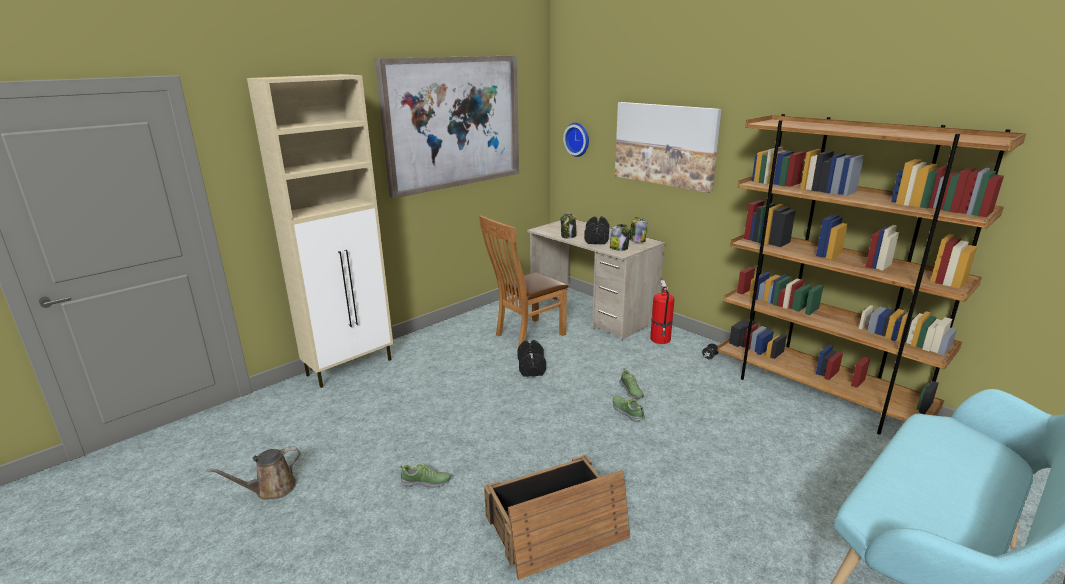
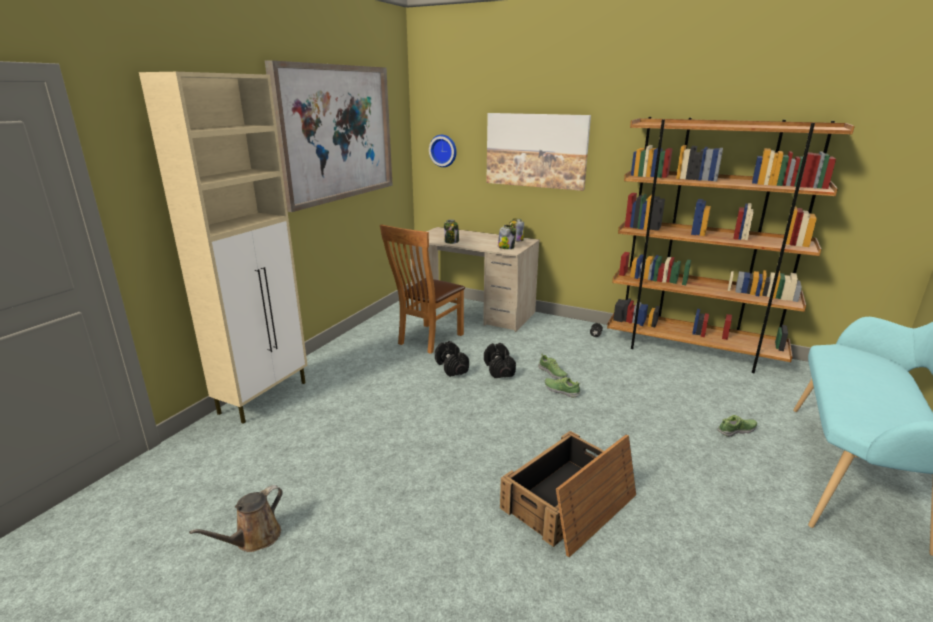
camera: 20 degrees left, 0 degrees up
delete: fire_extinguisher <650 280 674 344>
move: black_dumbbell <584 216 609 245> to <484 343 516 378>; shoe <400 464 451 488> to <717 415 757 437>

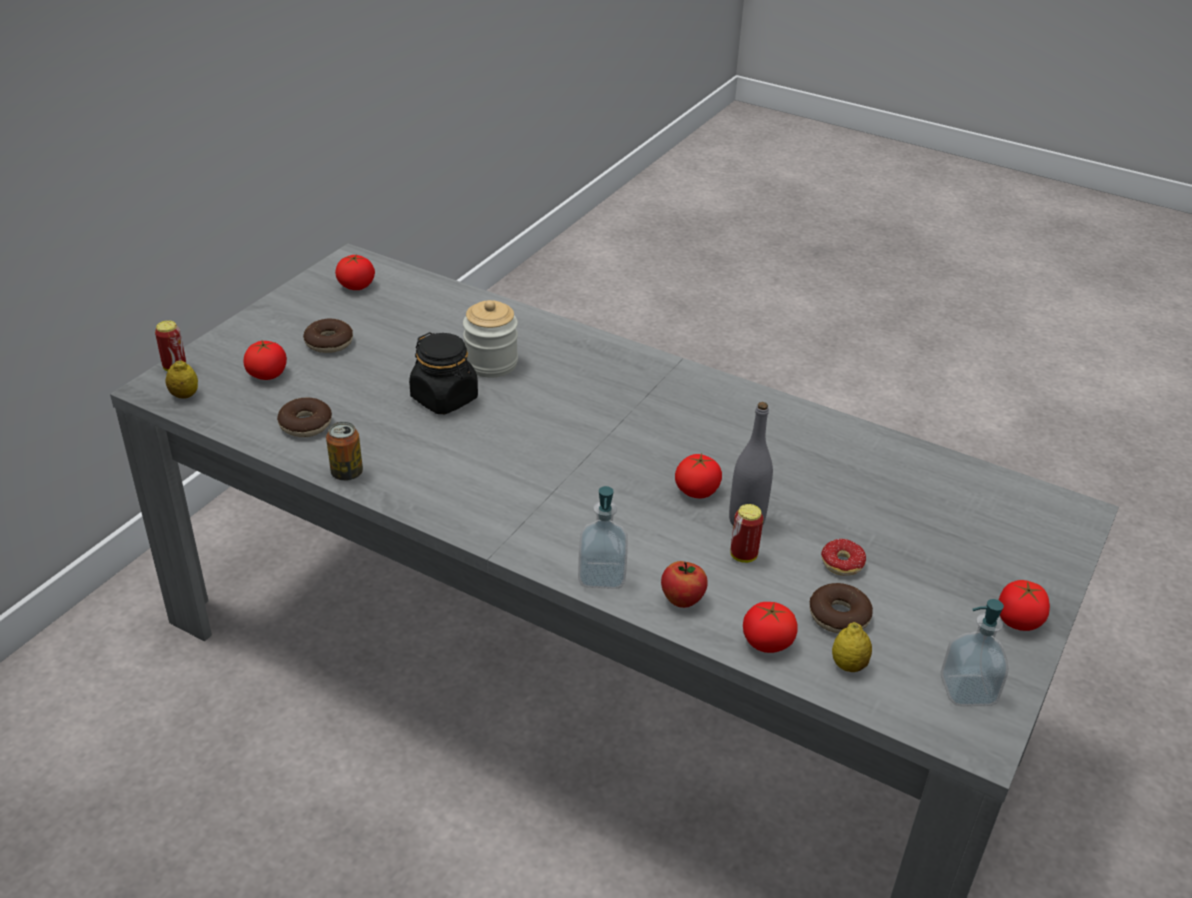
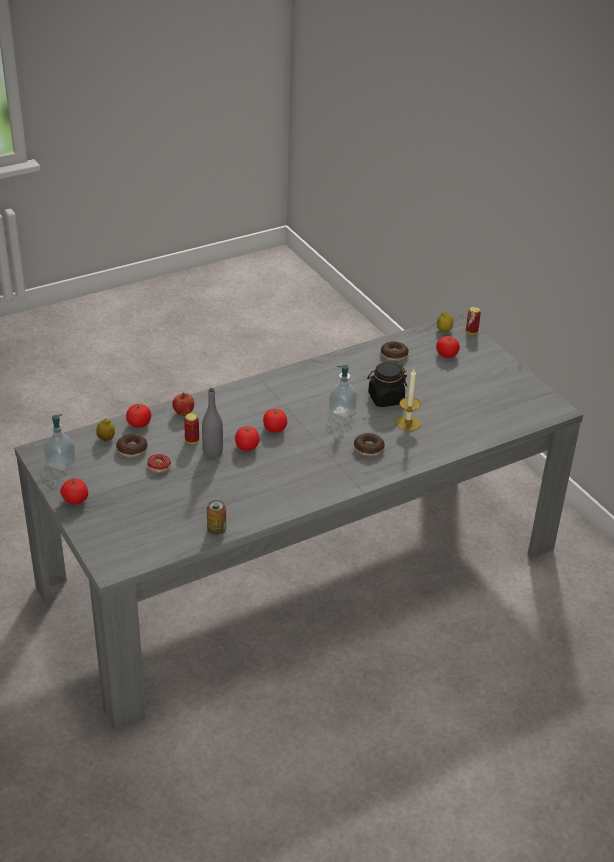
camera: 120 degrees right, 0 degrees up
move: can <326 422 363 481> to <207 500 226 535>; tomato <335 254 375 290> to <263 409 287 433>; soap_dispenser <578 486 628 589> to <329 365 357 418>; donut <303 318 353 353> to <354 433 385 456>
replace: jar <463 300 518 378> to candle <396 369 421 431>

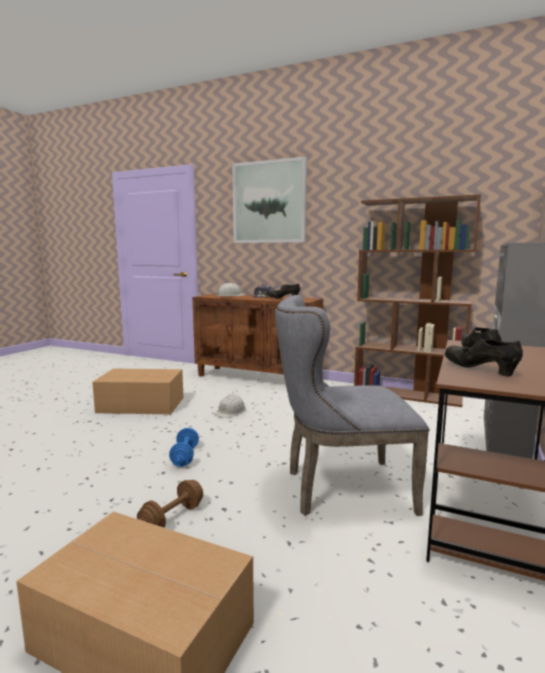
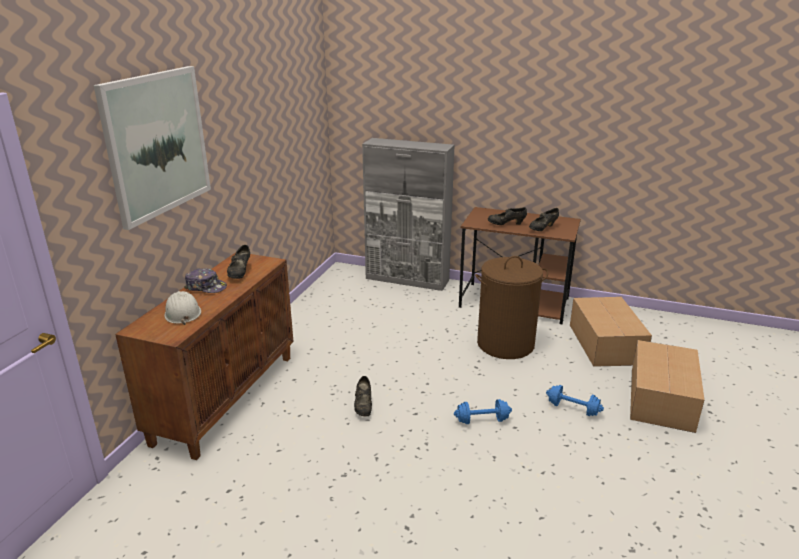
camera: 95 degrees left, 15 degrees up
delete: brown_bookcase <354 194 481 407>
move: cardboard_box <92 369 184 414> to <570 297 652 367>
replace: white_hard_hat <214 394 246 418> to black_shoe <354 376 372 417>; grey_chair <275 295 429 516> to brown_laundry_basket <475 256 548 359>
recolor: brown_dumbbell <137 480 203 528> to blue_dumbbell <546 385 604 416>

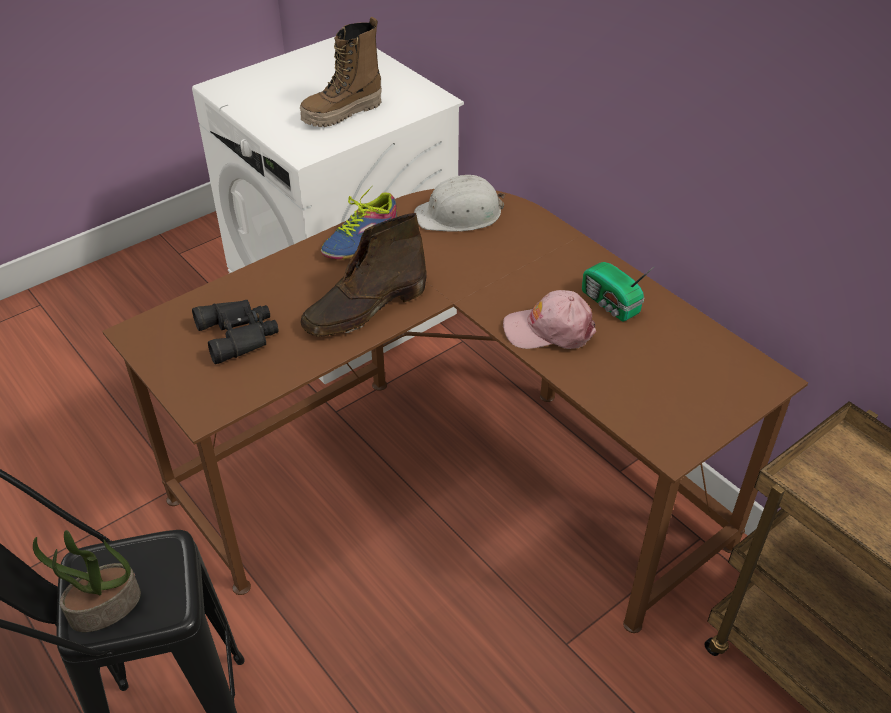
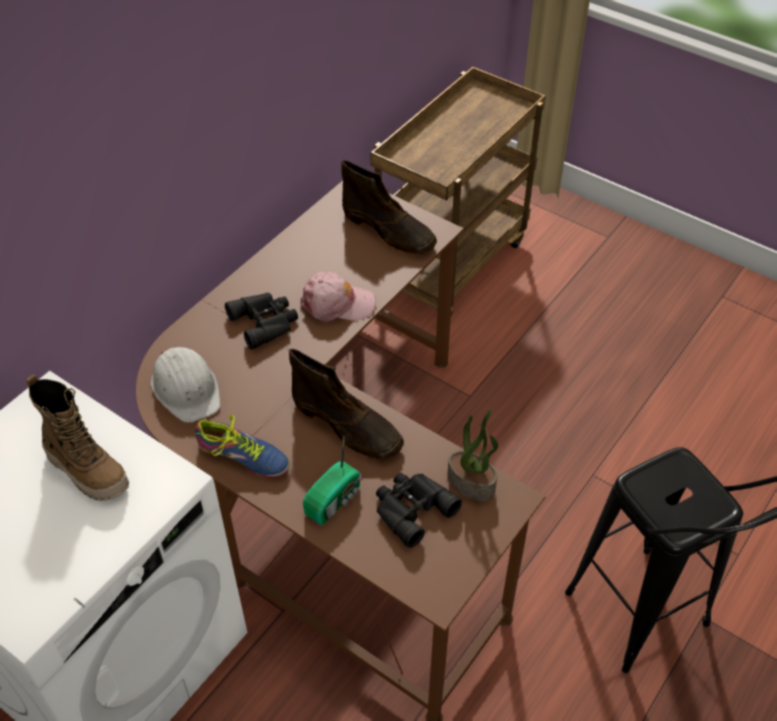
camera: 105 degrees left, 5 degrees up
insert: black_binoculars <225 293 298 350>; brown_boot <341 160 437 254>
move: radio <582 262 654 321> to <303 437 361 525>; potted_plant <33 530 141 632> to <447 409 498 501>
rotate: pink_cap <503 290 596 349> = <300 272 376 322> 75 degrees counterclockwise

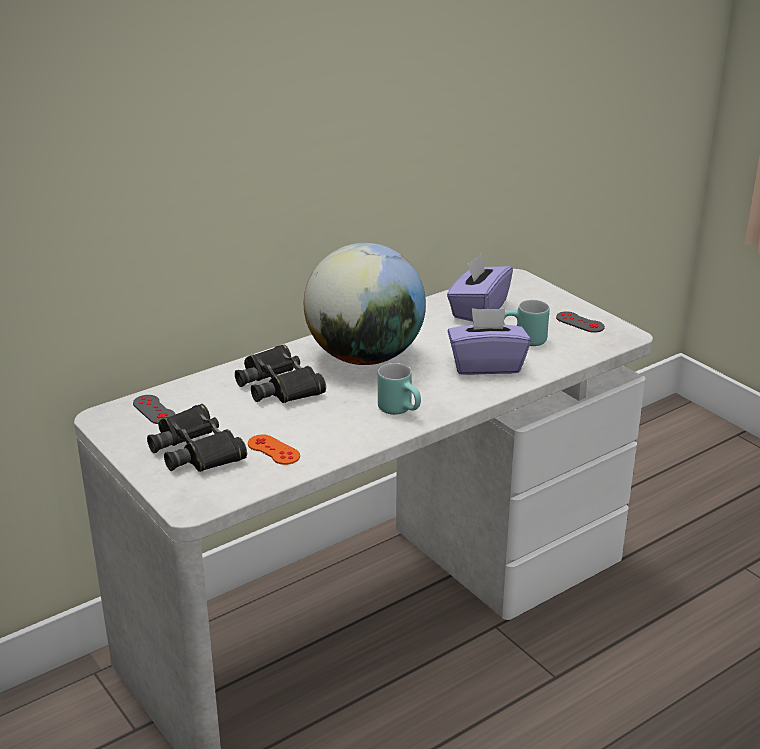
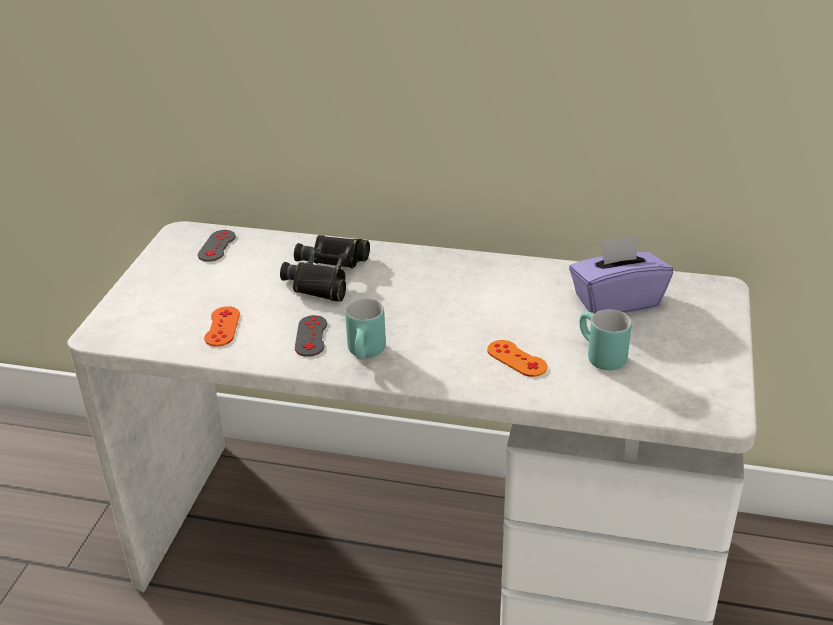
camera: 50 degrees right, 5 degrees up
delete: black_binoculars <147 404 247 472>; globe <304 243 426 365>
move: grey_game_controller <556 312 605 333> to <295 315 327 357>
replace: purple_tissue_box <448 308 531 375> to orange_game_controller <487 340 547 377>

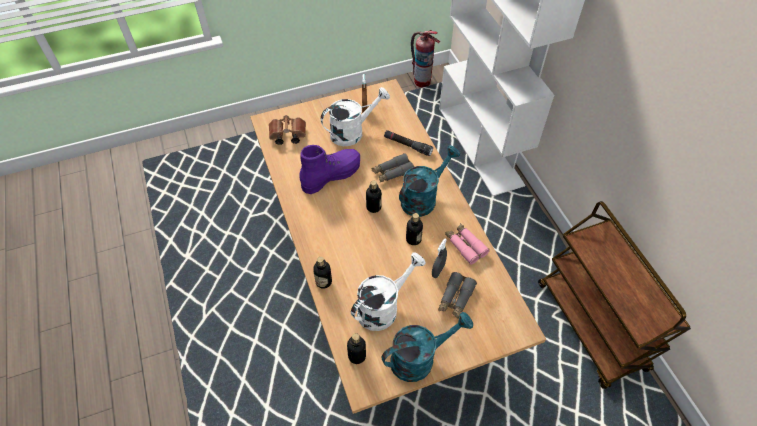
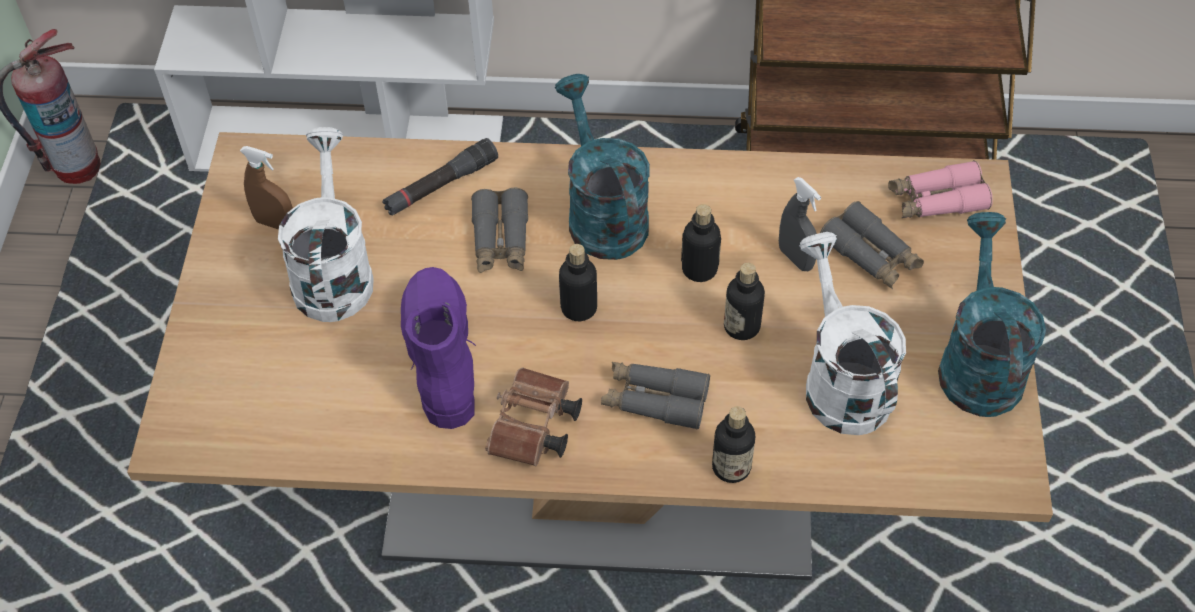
camera: 65 degrees left, 0 degrees up
insert: grey_binoculars <601 362 710 430>
move: brown_binoculars <269 115 306 145> to <485 367 582 466>; bottle <347 333 366 364> to <724 263 765 340>; pink_binoculars <445 223 490 265> to <888 160 993 218>

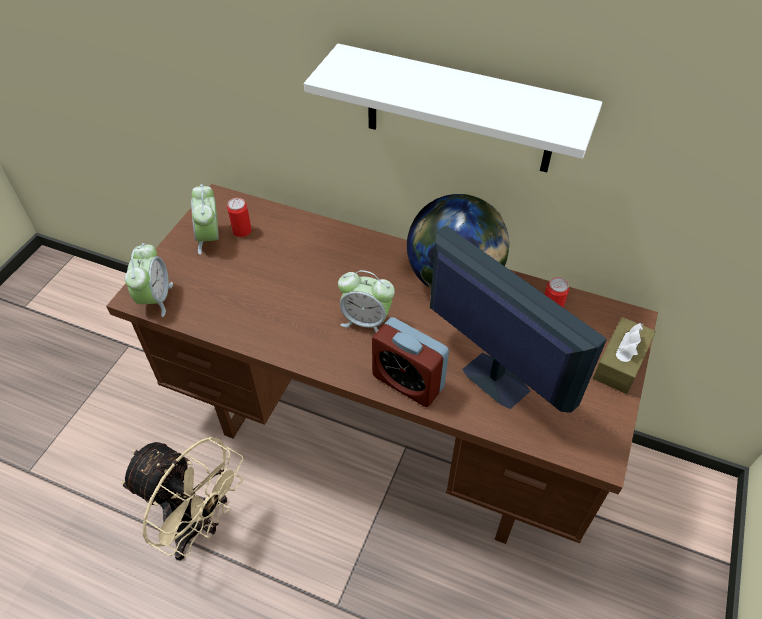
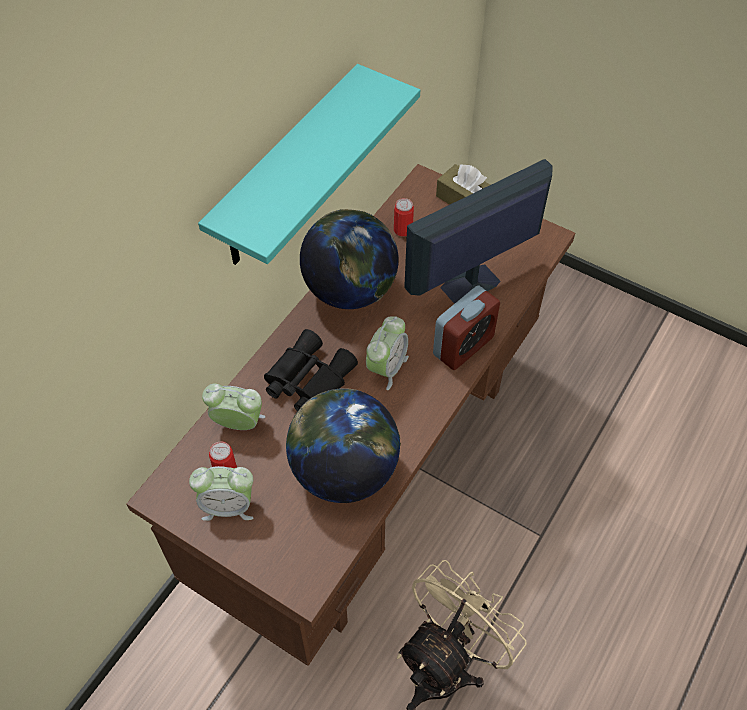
camera: 80 degrees left, 5 degrees up
insert: black_binoculars <264 329 358 411>; globe <286 388 401 503>
move: alarm_clock <125 243 173 317> to <202 383 265 430>
recolor: white_shelf <304 44 602 172> to turquoise_shelf <198 64 420 265>

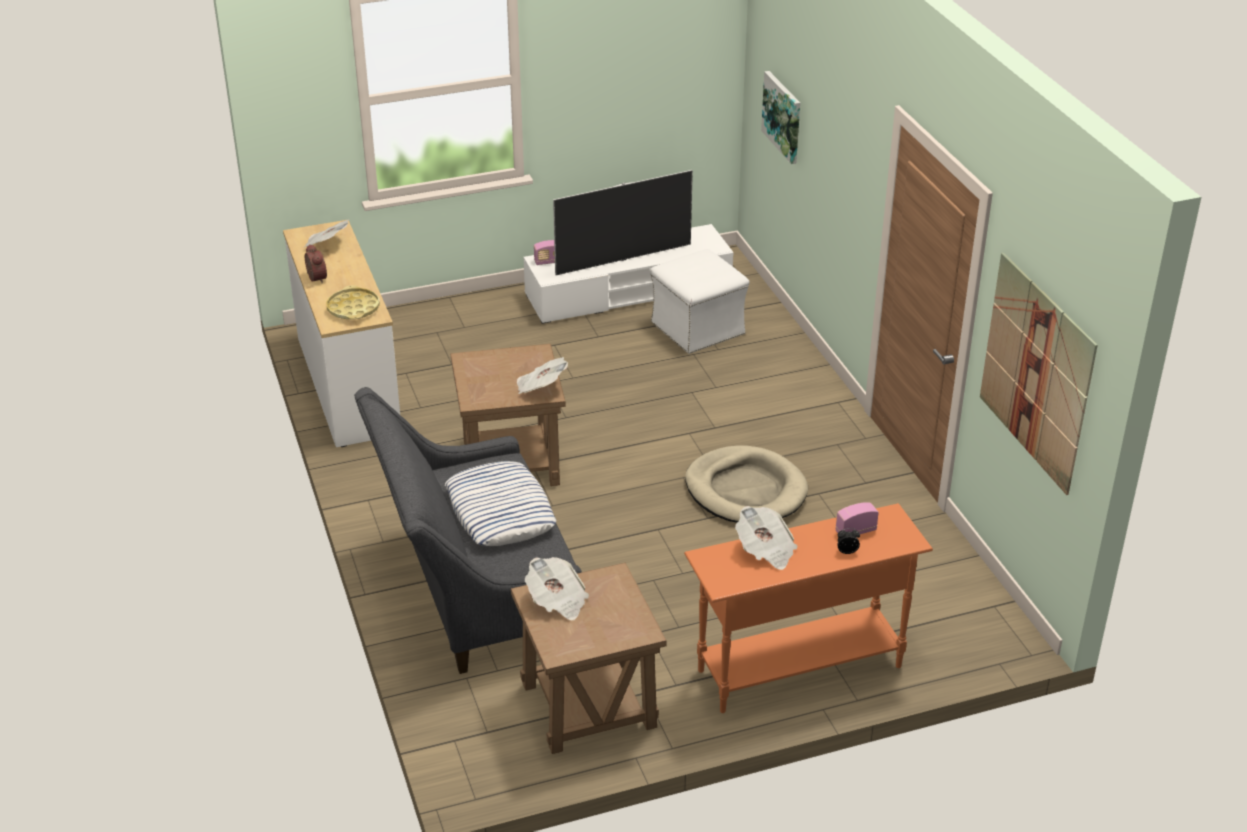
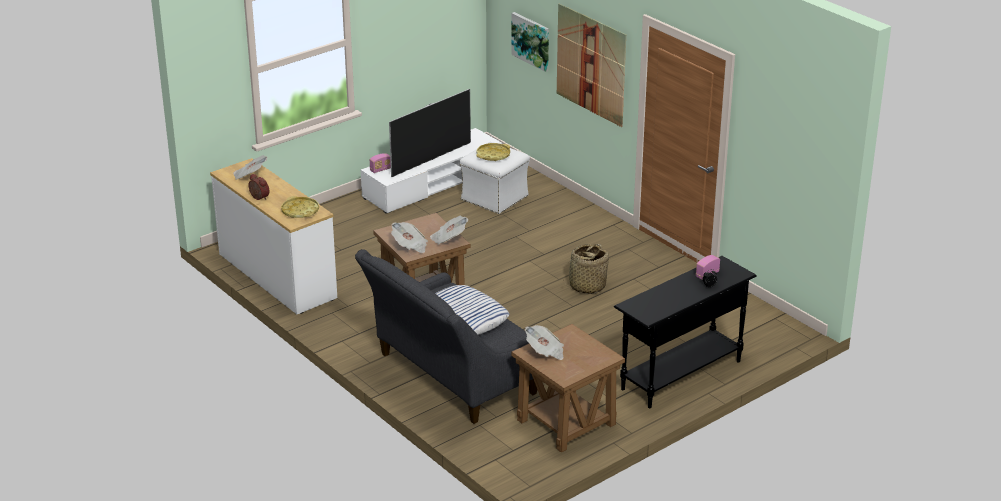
camera: 20 degrees left, 5 degrees down
insert: yellow_tray <476 143 510 161>
move: newspaper <735 506 798 570> to <391 222 428 253>; picture <980 253 1098 495> to <557 4 626 127>
replace: beige_dog_bed <685 445 808 523> to basket <563 244 609 294>
recolor: orange_console_table <684 503 933 713> to black_console_table <614 256 757 408>

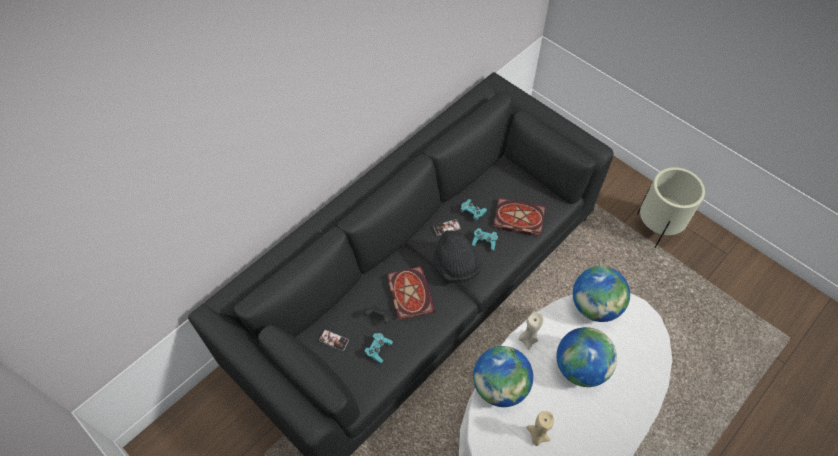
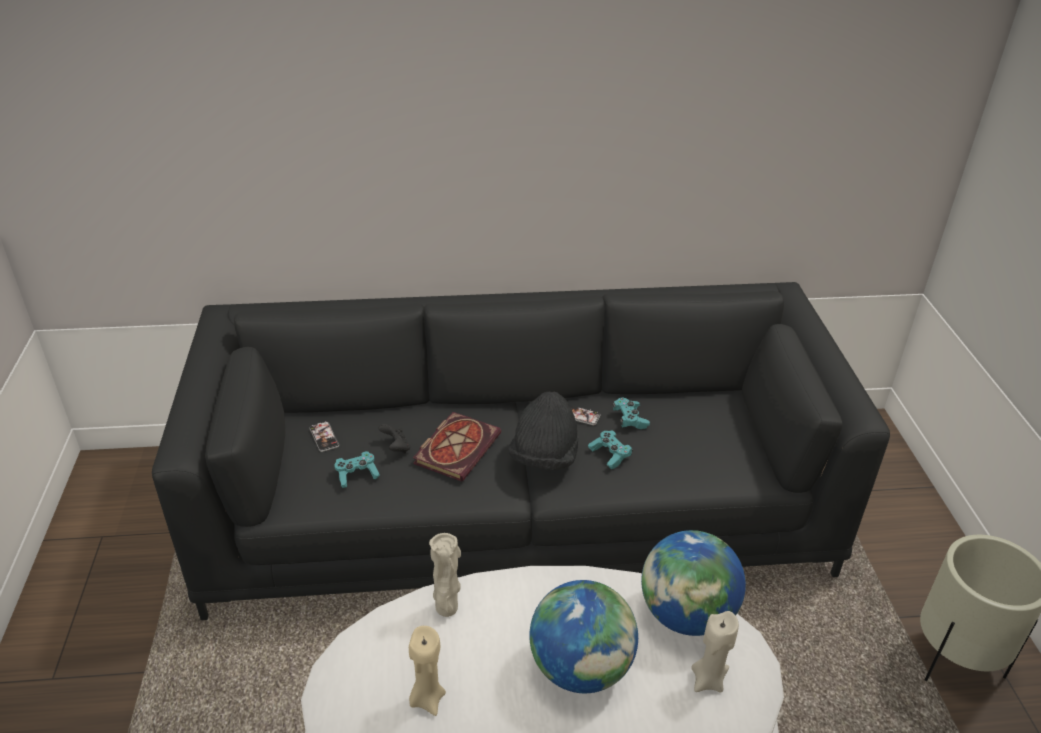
camera: 40 degrees right, 20 degrees down
delete: book <493 198 546 236>
move: beige_candle <519 311 544 350> to <691 611 739 692>
replace: globe <473 346 533 407> to beige_vase <429 533 461 617>

